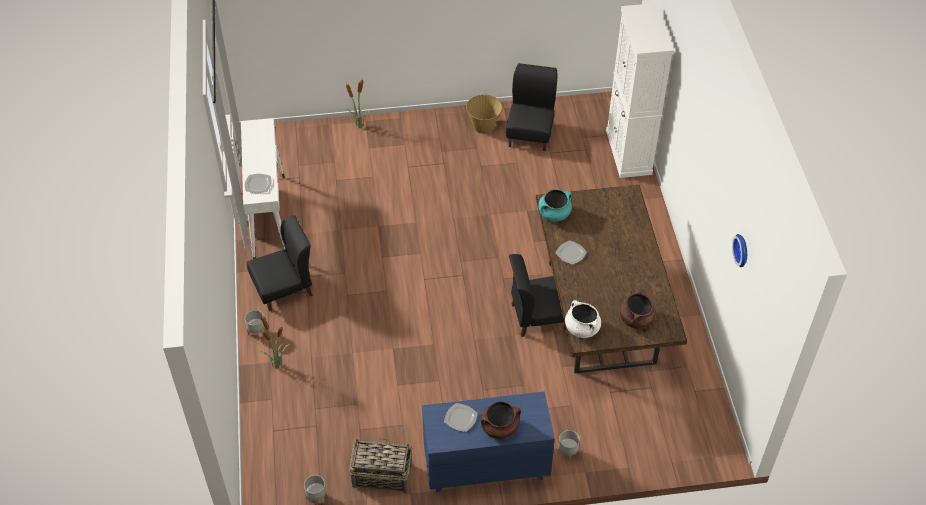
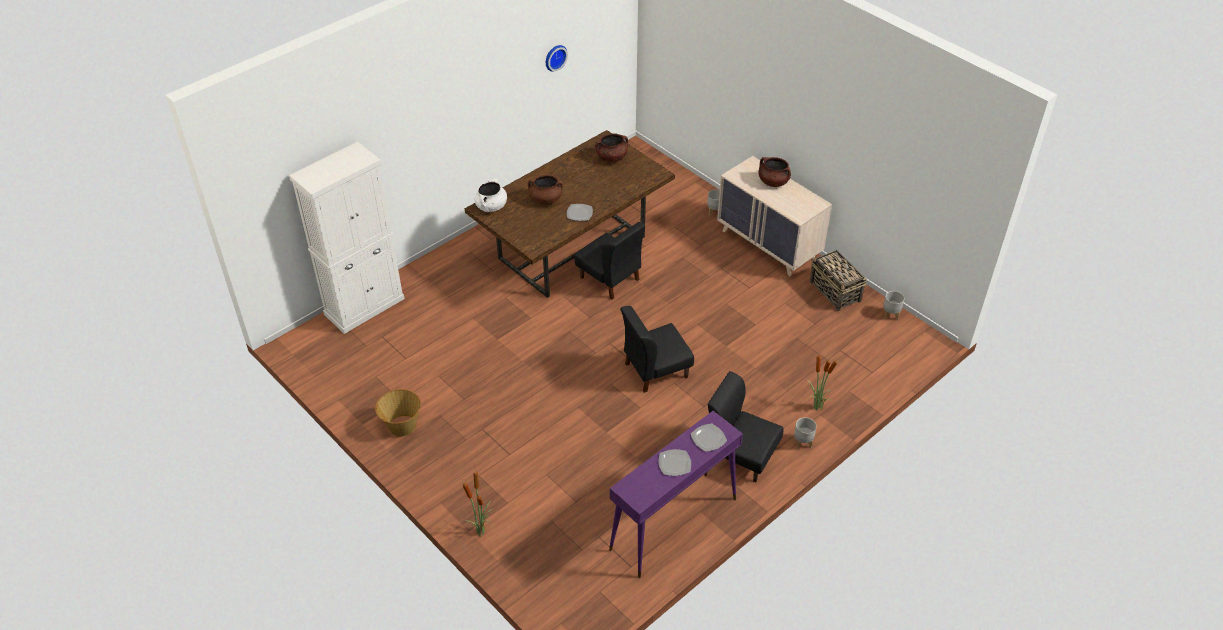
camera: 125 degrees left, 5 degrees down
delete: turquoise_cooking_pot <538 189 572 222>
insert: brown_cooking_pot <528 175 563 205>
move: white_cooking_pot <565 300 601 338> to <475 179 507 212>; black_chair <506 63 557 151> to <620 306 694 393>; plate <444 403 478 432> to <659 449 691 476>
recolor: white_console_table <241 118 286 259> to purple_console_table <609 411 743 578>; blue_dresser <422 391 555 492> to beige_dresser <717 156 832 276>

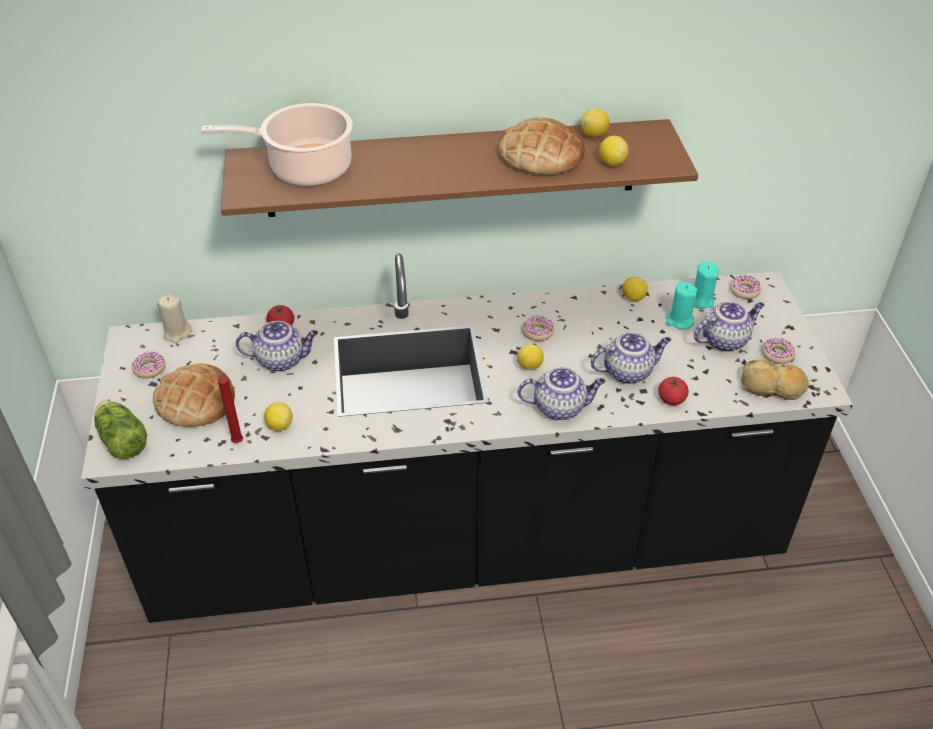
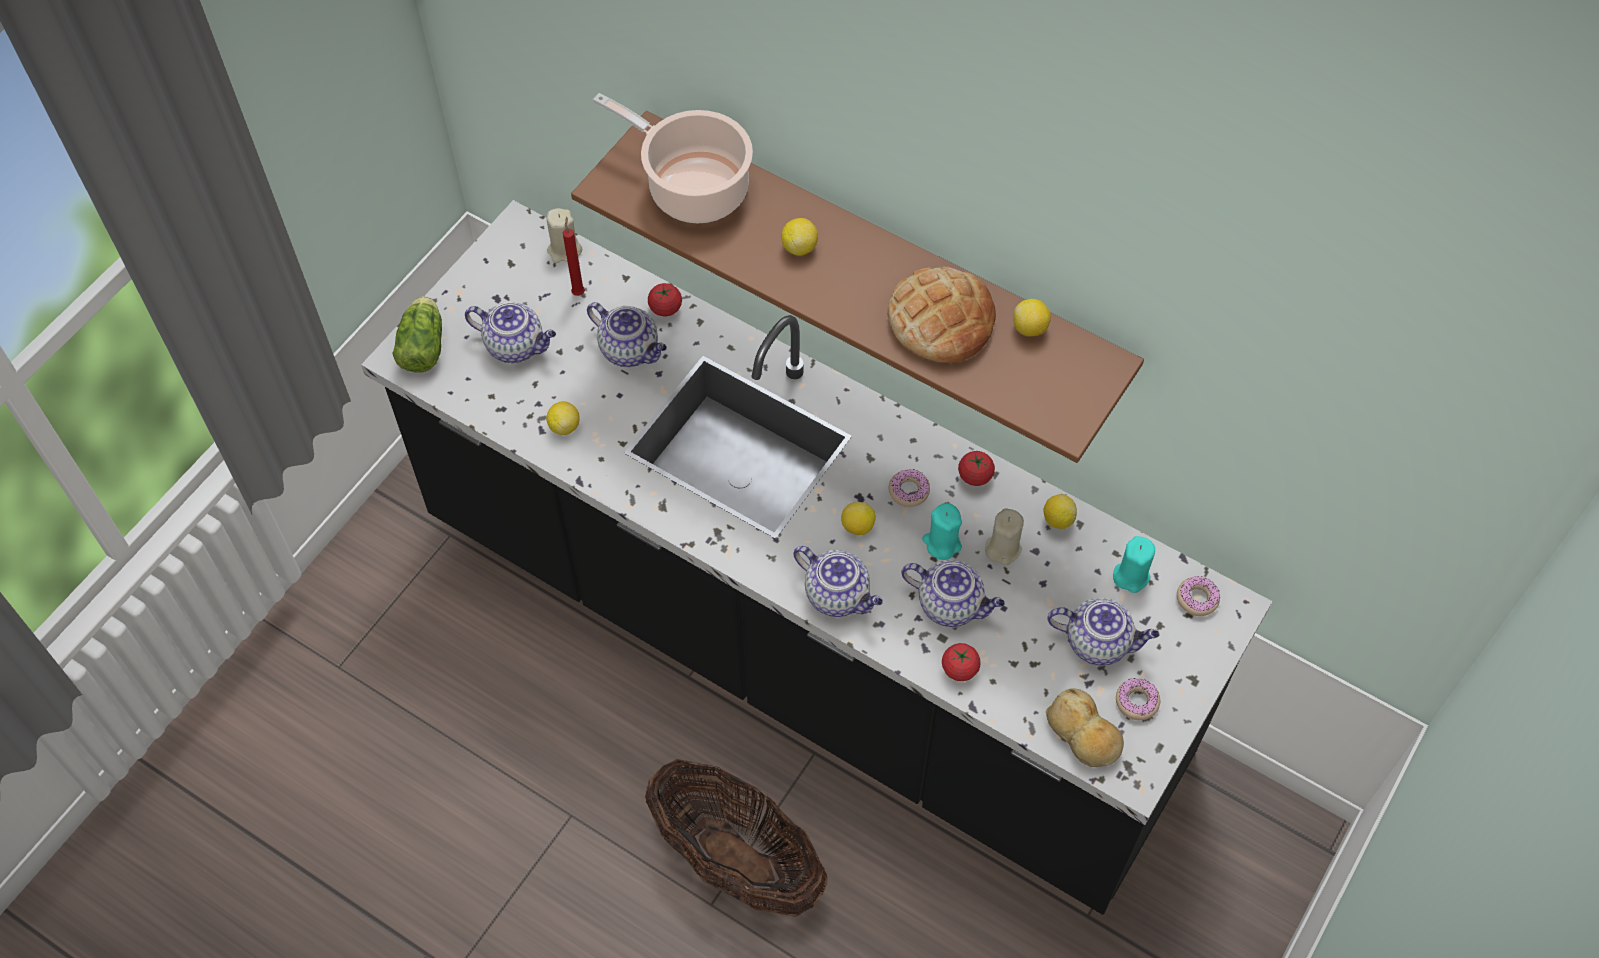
camera: 40 degrees right, 15 degrees up
delete: donut <132 351 165 379>
insert: basket <645 759 827 917>; tomato <958 451 995 486>; beige_candle <985 508 1024 565>
move: red_candle <215 367 243 443> to <563 216 585 296>; lemon <599 136 628 166> to <781 218 818 256>; turquoise_candle <666 282 697 329> to <922 503 962 560>
replace: bread <153 363 235 427> to teapot <465 302 556 363>

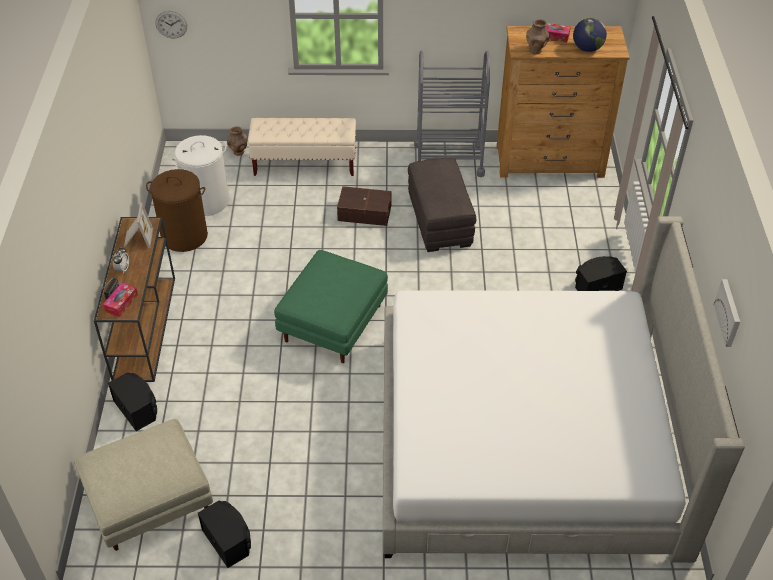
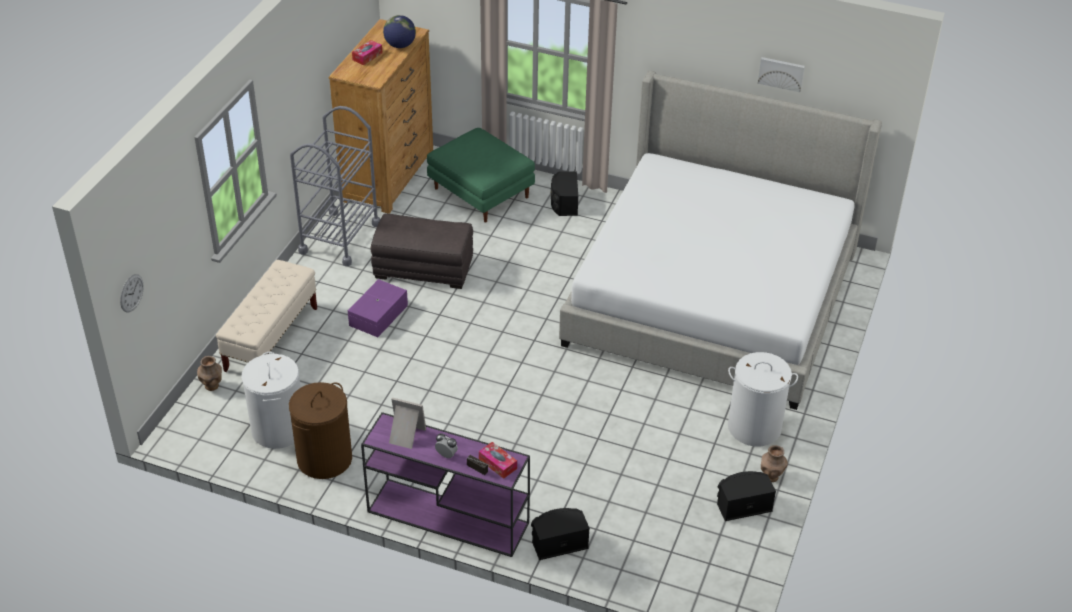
camera: 70 degrees left, 5 degrees down
delete: beige_ottoman <75 419 213 551>
insert: white_laundry_basket <728 352 798 446>
move: green_ottoman <274 250 388 363> to <427 128 535 223>; brown_vase <526 19 549 54> to <761 445 788 482>
recolor: brown_storage_box <337 186 392 226> to purple_storage_box <348 279 408 337>; brown_console_table <94 217 175 382> to purple_console_table <361 412 530 557>

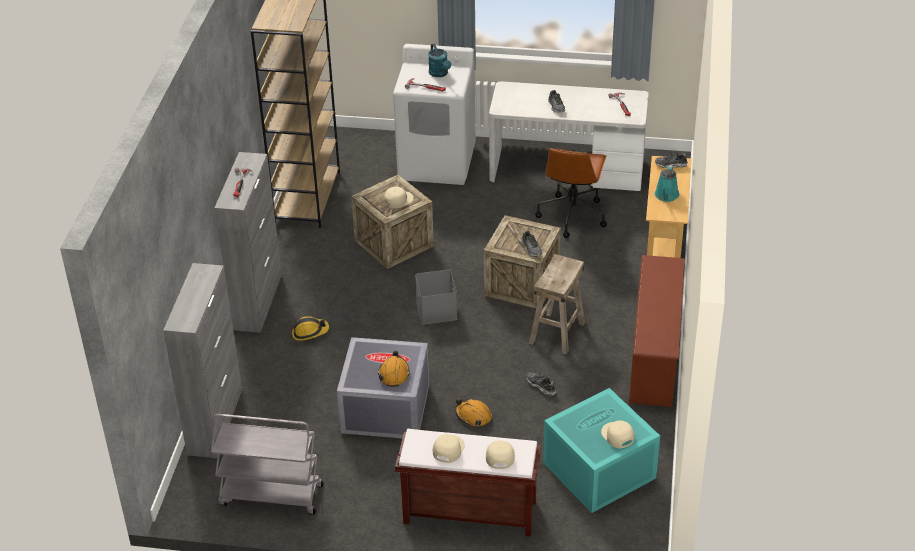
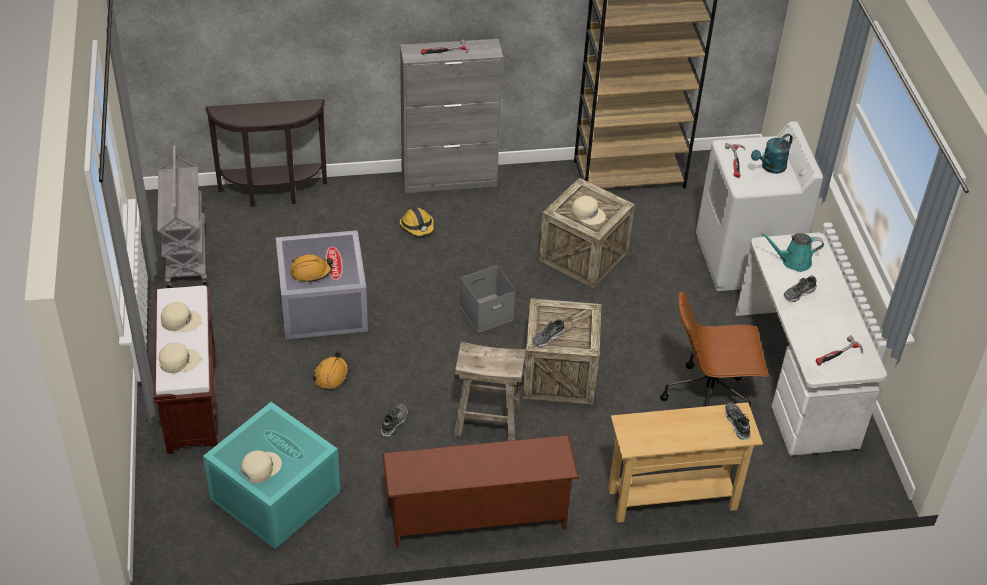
camera: 70 degrees right, 5 degrees up
move: turquoise_watering_can <655 165 679 202> to <761 233 824 272>
replace: grey_cabinet <163 263 242 458> to brown_console_table <205 99 327 207>

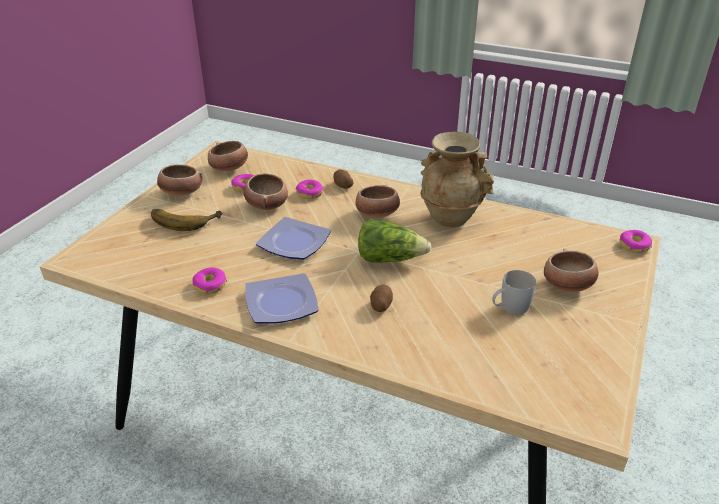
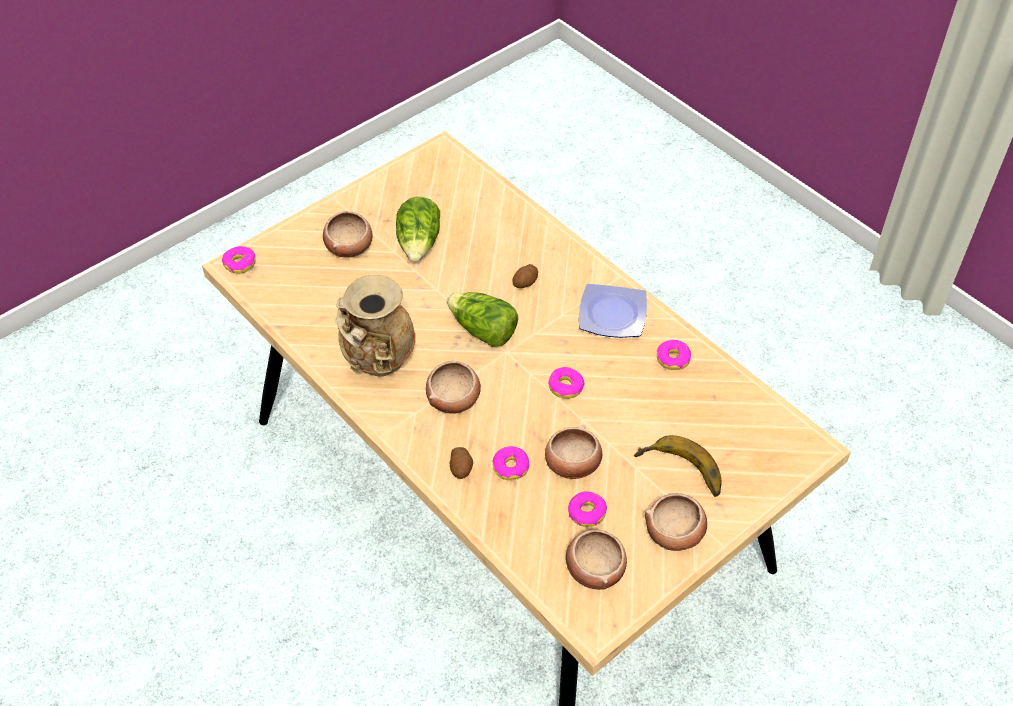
camera: 155 degrees left, 15 degrees up
replace: white_mug <492 270 536 314> to lettuce <396 197 440 262>; plate <256 217 331 260> to donut <548 367 585 399>

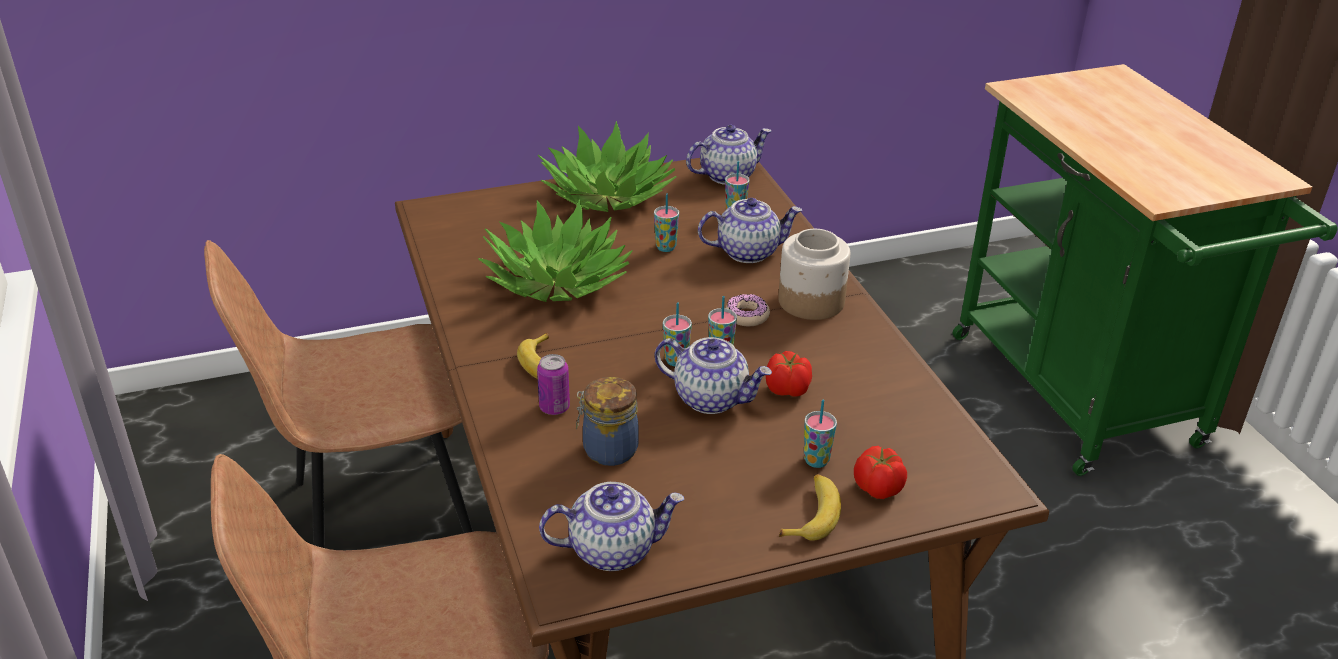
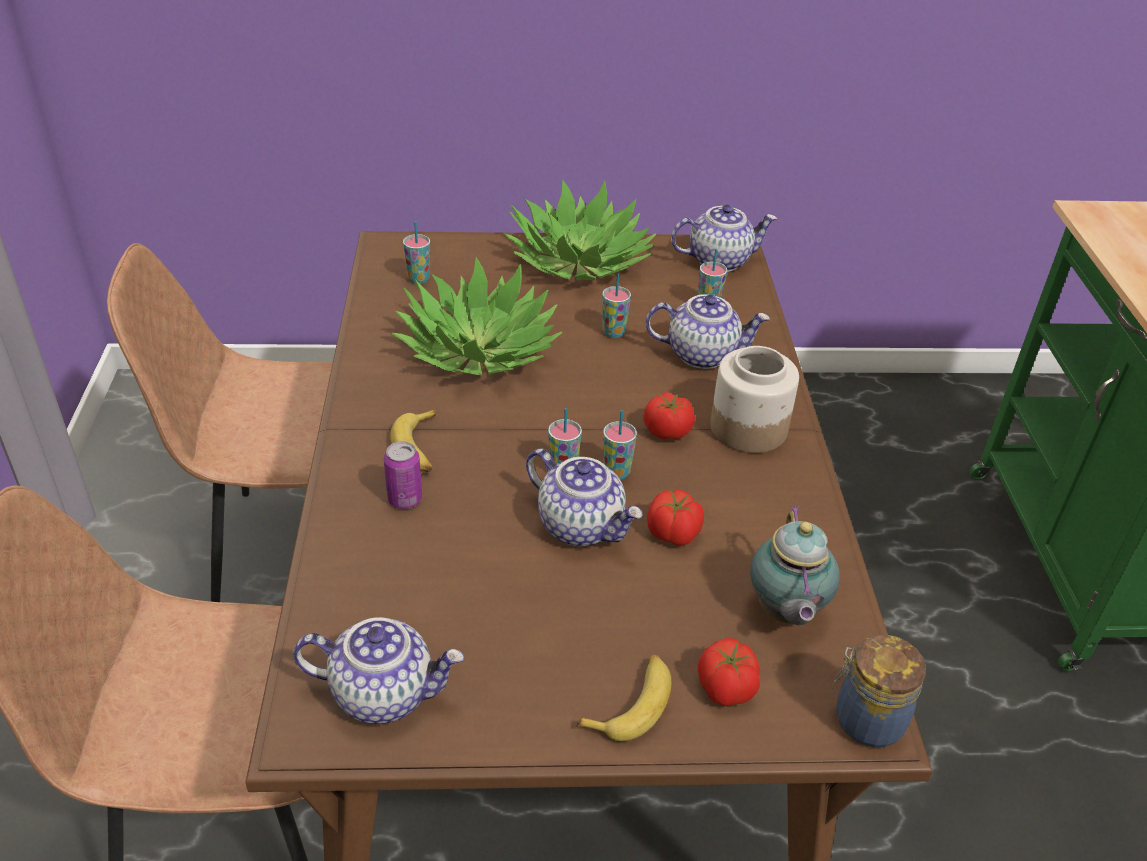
camera: 15 degrees right, 5 degrees up
insert: teapot <750 505 840 625>
move: cup <804 400 837 468> to <403 221 430 284>; jar <576 377 639 466> to <832 635 926 747>
replace: donut <726 294 770 326> to tomato <643 392 695 439>

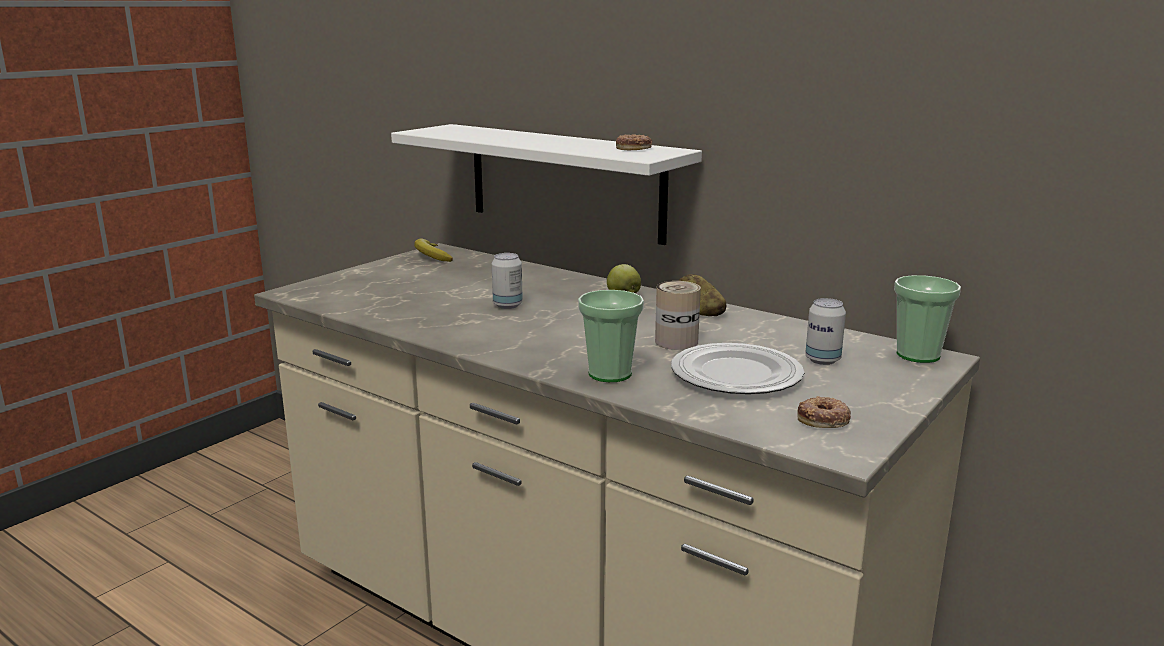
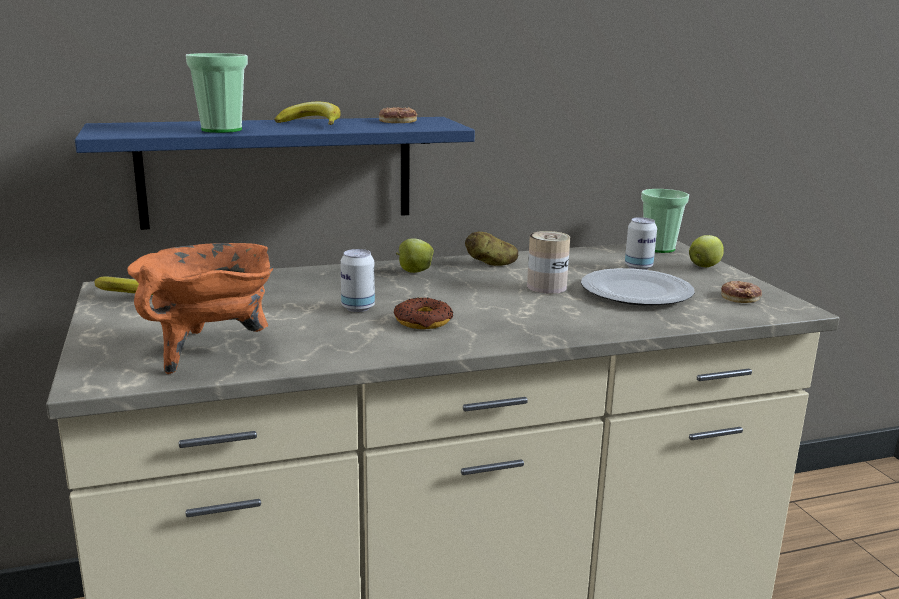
camera: 55 degrees left, 0 degrees up
insert: orange_cooking_pot <127 243 274 374>; banana <275 102 341 125>; donut <394 298 453 329>; apple <689 235 724 267>
move: cup <578 290 644 382> to <186 53 248 133>
recolor: white_shelf <391 124 702 245> to blue_shelf <75 117 475 230>

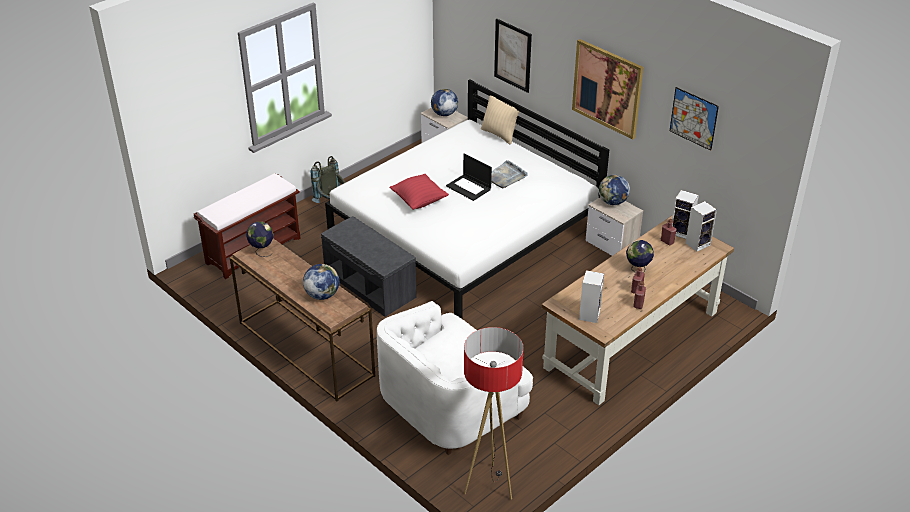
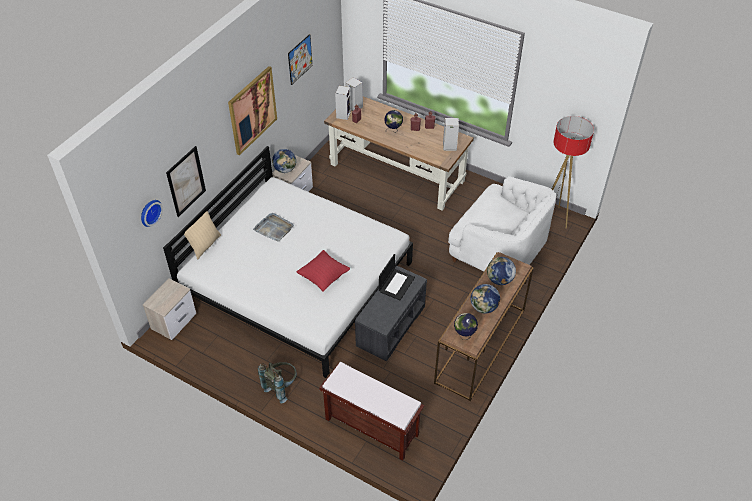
camera: 105 degrees left, 10 degrees up
insert: wall_clock <141 200 163 227>
move: laptop <446 153 492 201> to <379 254 415 300>; globe <431 89 458 116> to <471 284 500 313>

